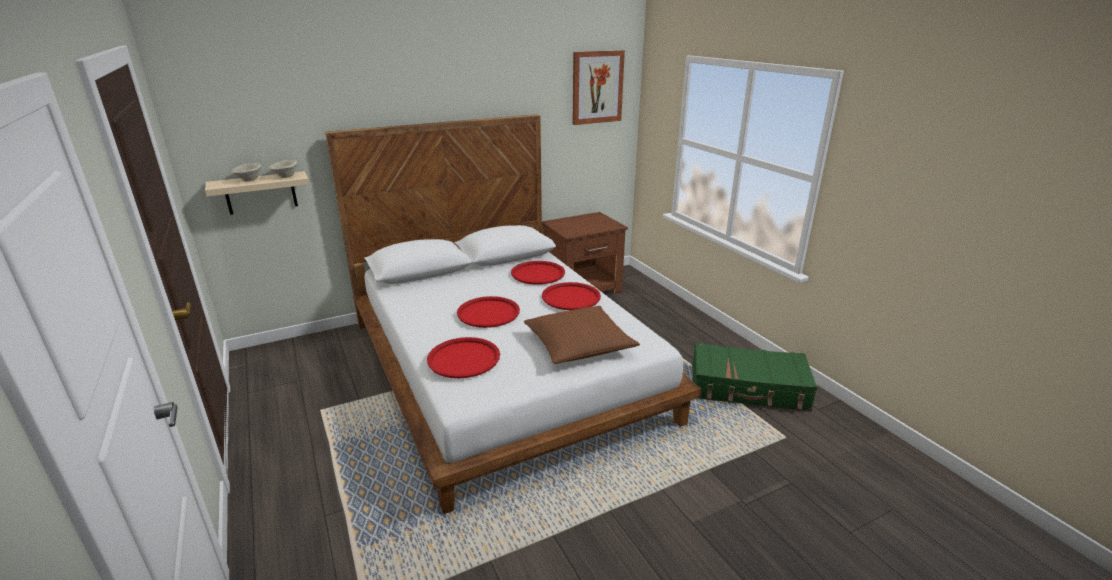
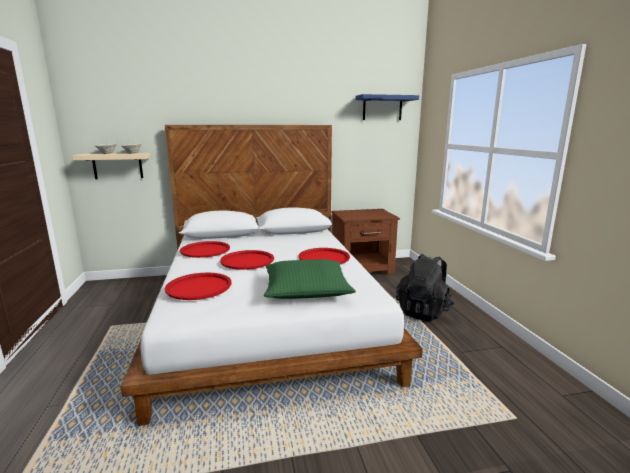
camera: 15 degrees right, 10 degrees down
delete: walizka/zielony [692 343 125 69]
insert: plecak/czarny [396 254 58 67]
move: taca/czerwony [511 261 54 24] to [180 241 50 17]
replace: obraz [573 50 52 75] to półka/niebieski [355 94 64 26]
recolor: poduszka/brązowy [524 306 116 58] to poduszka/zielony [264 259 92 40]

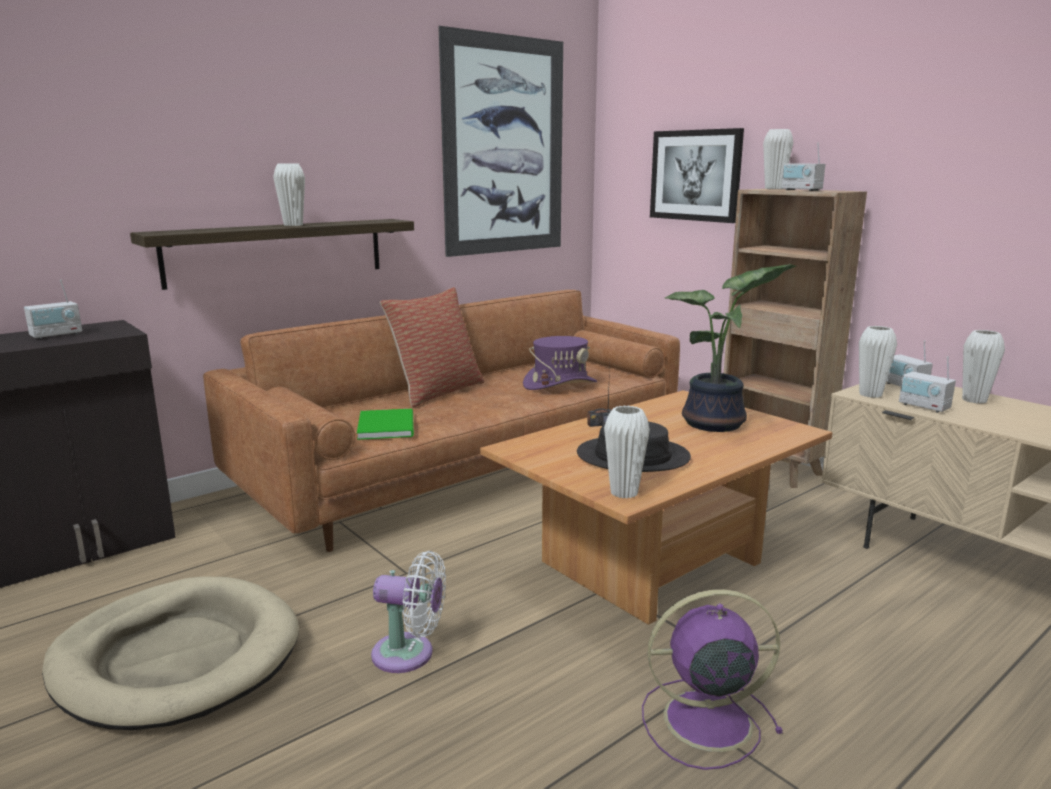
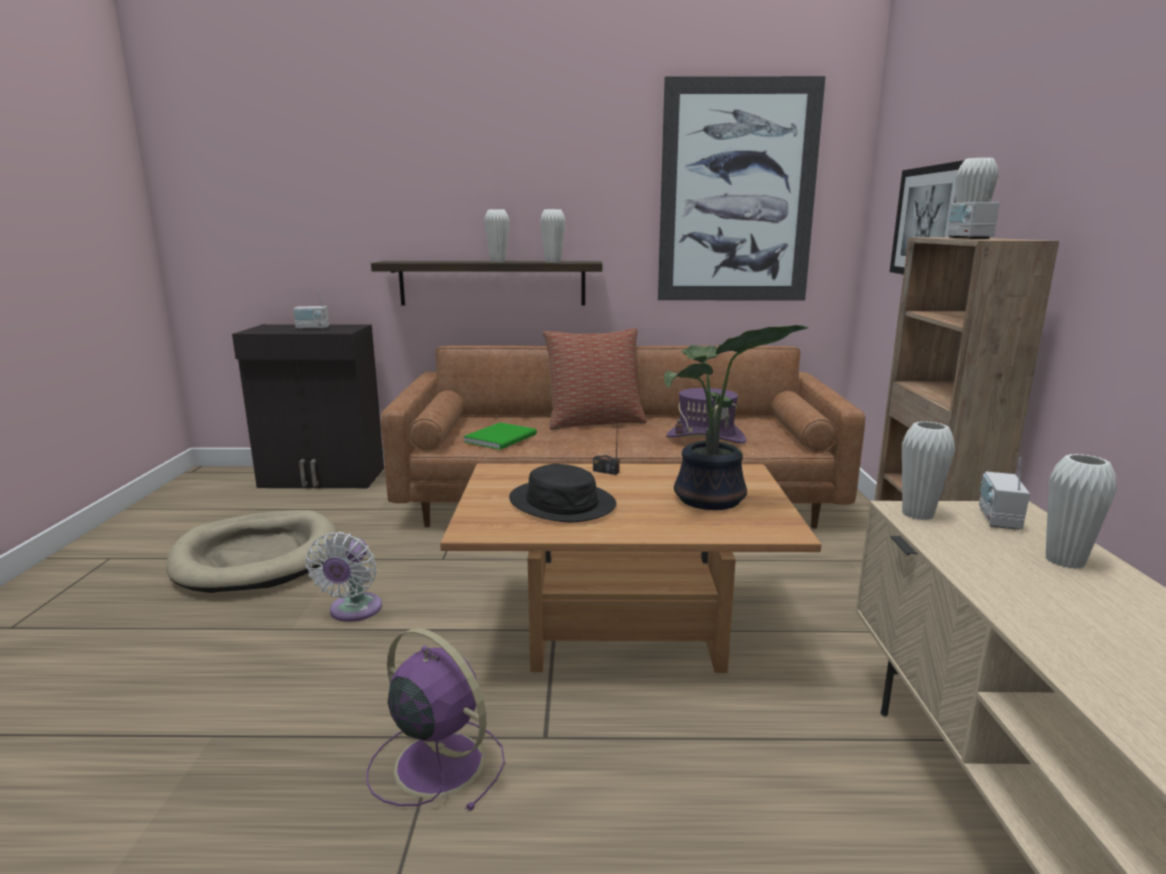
camera: 40 degrees right, 0 degrees up
delete: radio [899 356 57 57]
move: wazon/biały [604 405 46 94] to [540 209 26 53]
rotate: wentylator/biały [371 551 75 122] = [306 532 76 90] 45 degrees clockwise

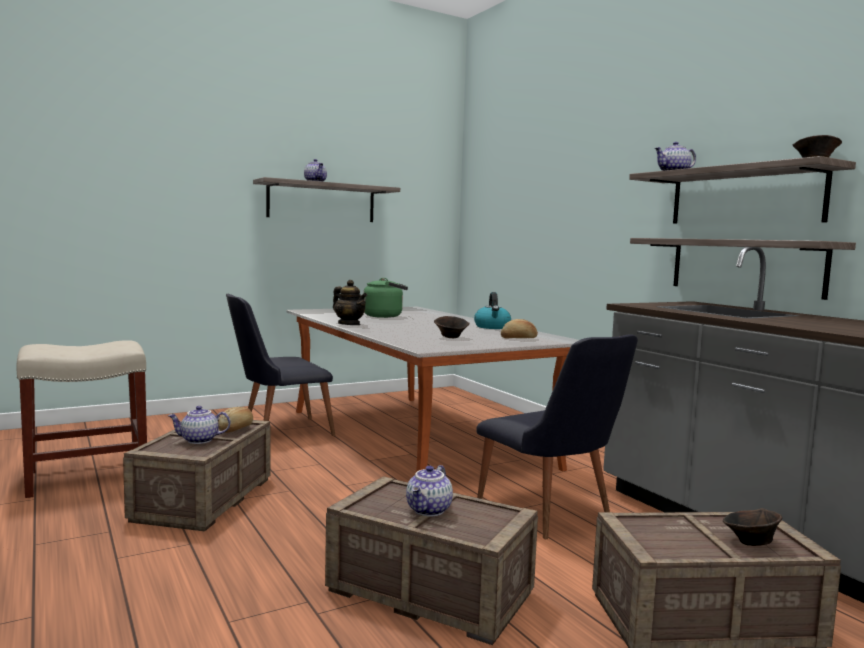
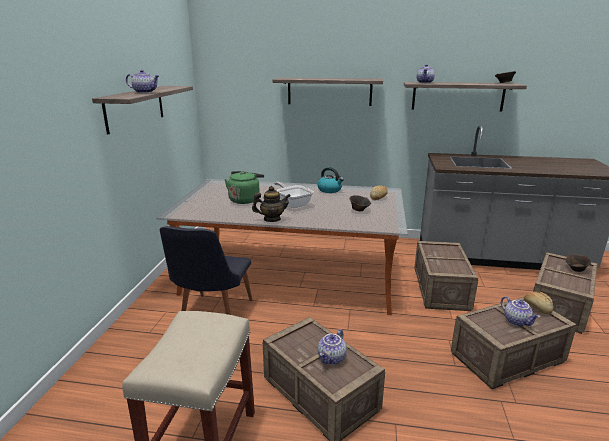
camera: 50 degrees left, 15 degrees up
insert: patelnia [274 182 40 26]
move: chleb [218 407 35 26] to [524 291 30 23]; półka [630 238 226 62] to [273 78 110 28]
replace: krzesło/czarny [476 334 162 205] to skrzynka [414 241 64 70]

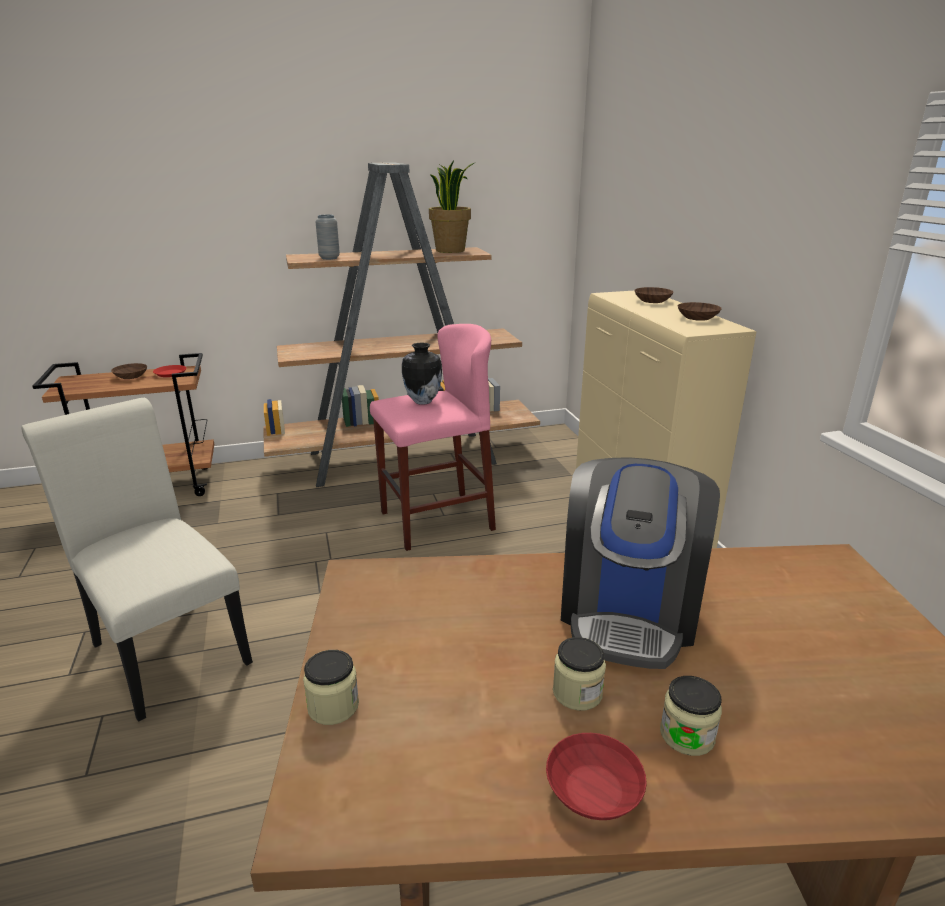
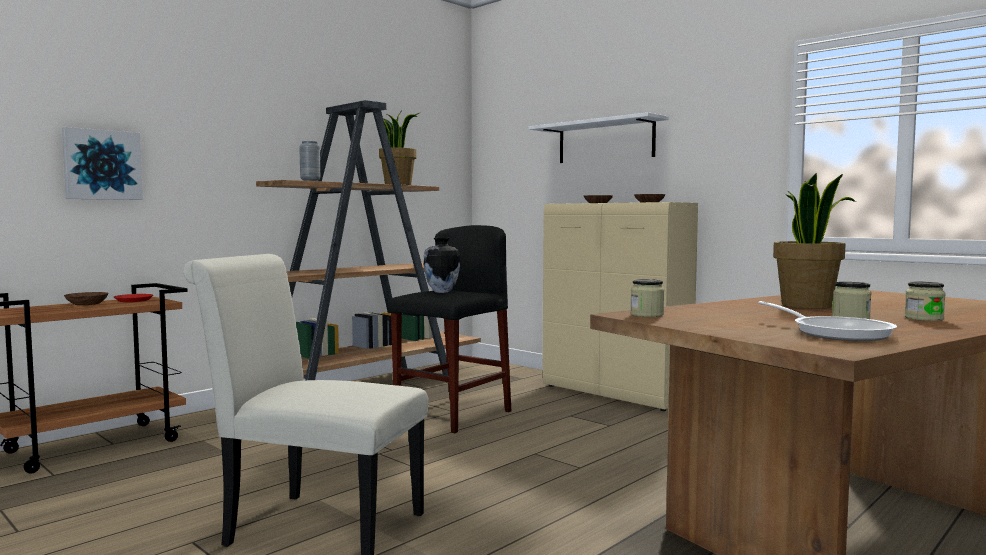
camera: 30 degrees left, 20 degrees down
delete: miska/czerwony [546 733 101 87]
insert: obraz [62 127 81 73]; półka/biały [529 112 140 51]; patelnia [758 301 139 40]
move: słoik [303 650 56 75] to [630 279 34 38]
replace: ekspres do kawy [561 457 159 212] to roślina doniczkowa [773 173 83 136]
recolor: stołek/różowy [370 324 126 227] to stołek/czarny [388 225 123 208]

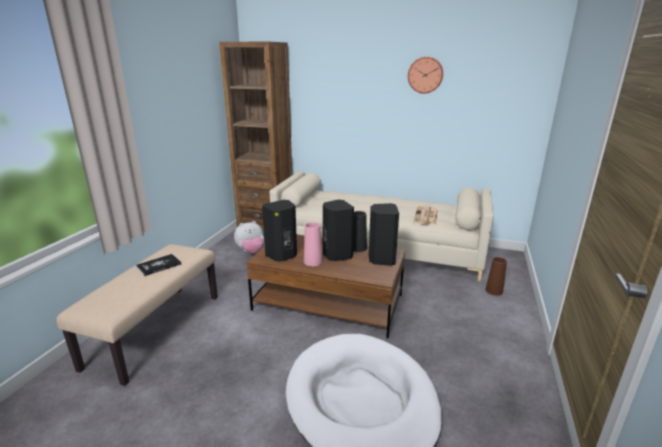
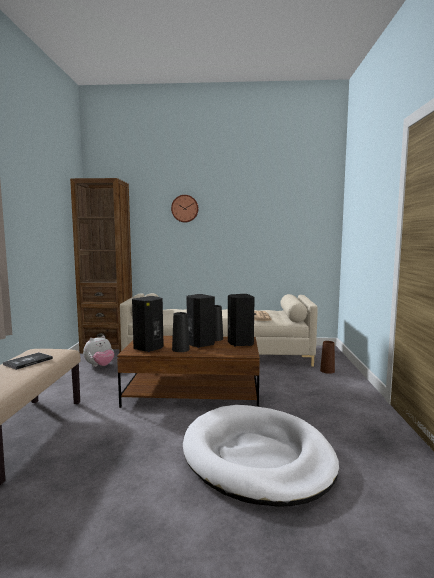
camera: 15 degrees left, 15 degrees down
move: zegar ścienny [408 57 35 37] to [171 195 28 27]
recolor: wazon/różowy [304 222 19 44] to wazon/czarny [172 312 18 40]

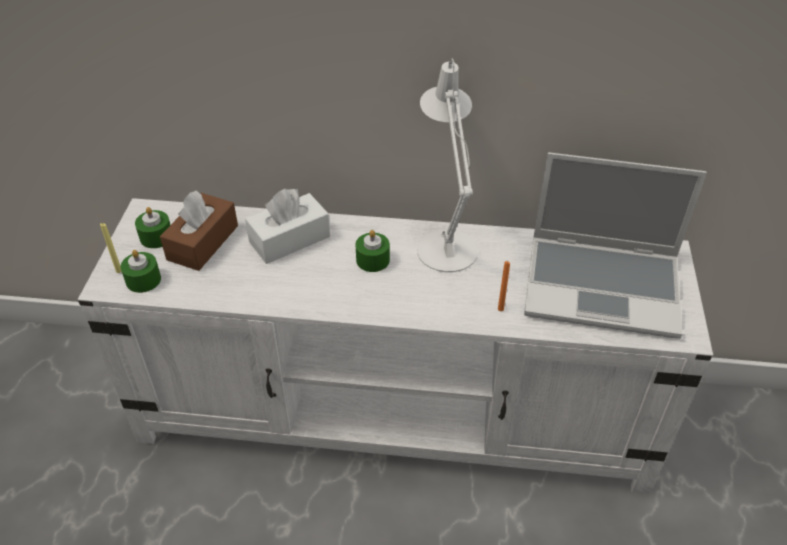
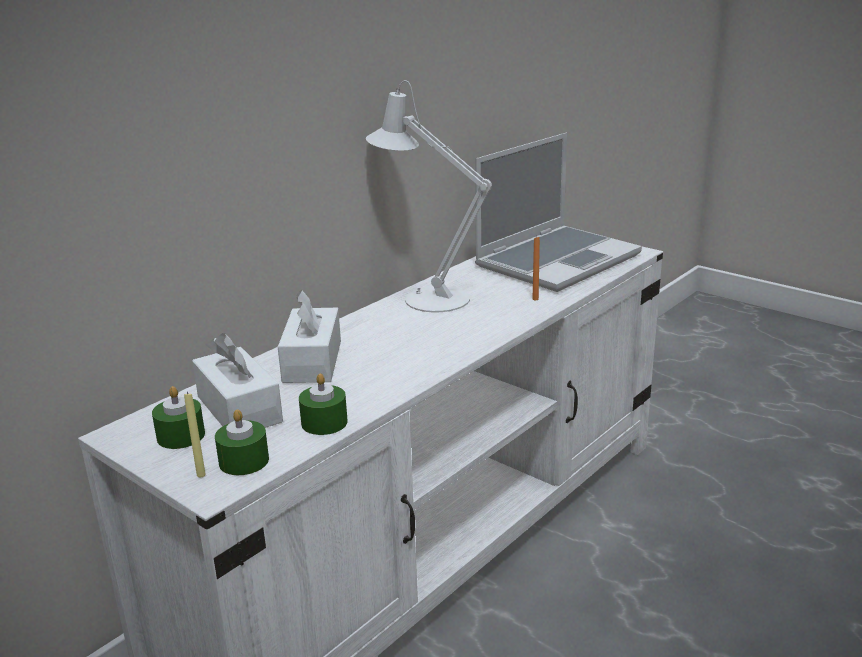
camera: 55 degrees left, 20 degrees down
move: świeca/zielony [356 230 34 42] to [299 373 49 62]
recolor: pudełko chusteczek/brązowy [160 190 78 81] to pudełko chusteczek/biały [192 333 91 95]

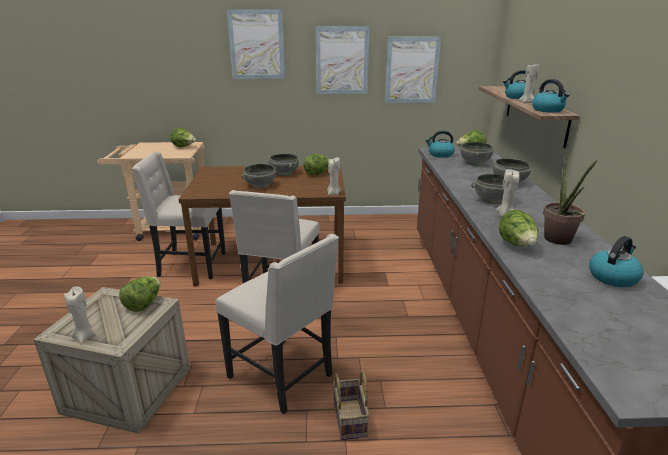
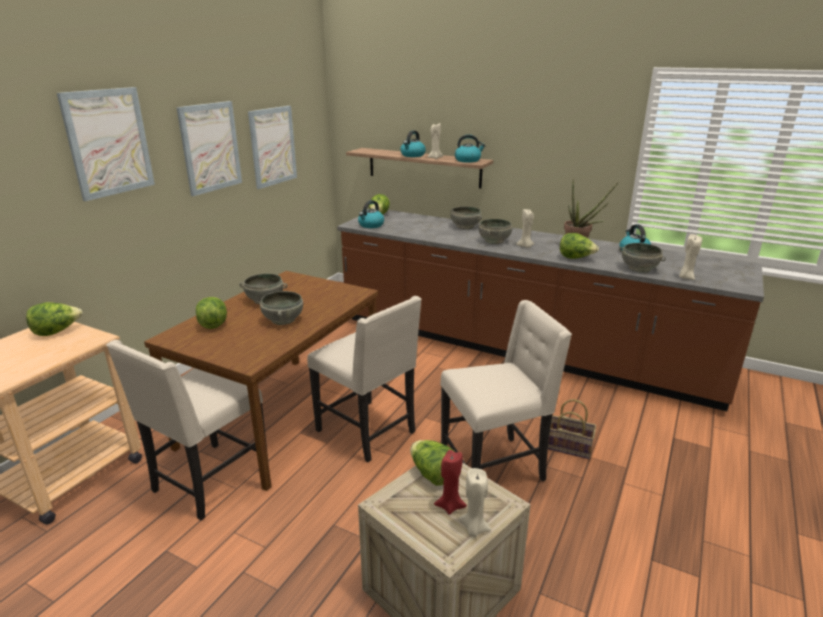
camera: 60 degrees left, 0 degrees up
insert: świeca/czerwony [434 450 33 65]
move: sałata [303 154 26 21] to [196 297 31 32]; świeca/beżowy [327 157 14 38] to [679 234 23 46]; miska/szary [461 142 33 24] to [619 243 47 29]

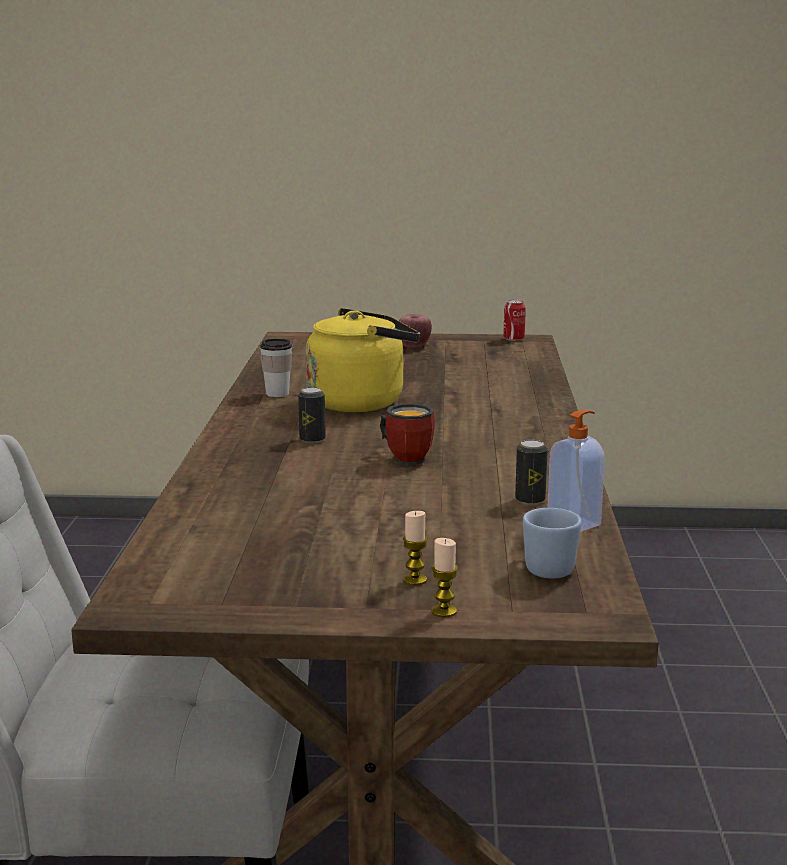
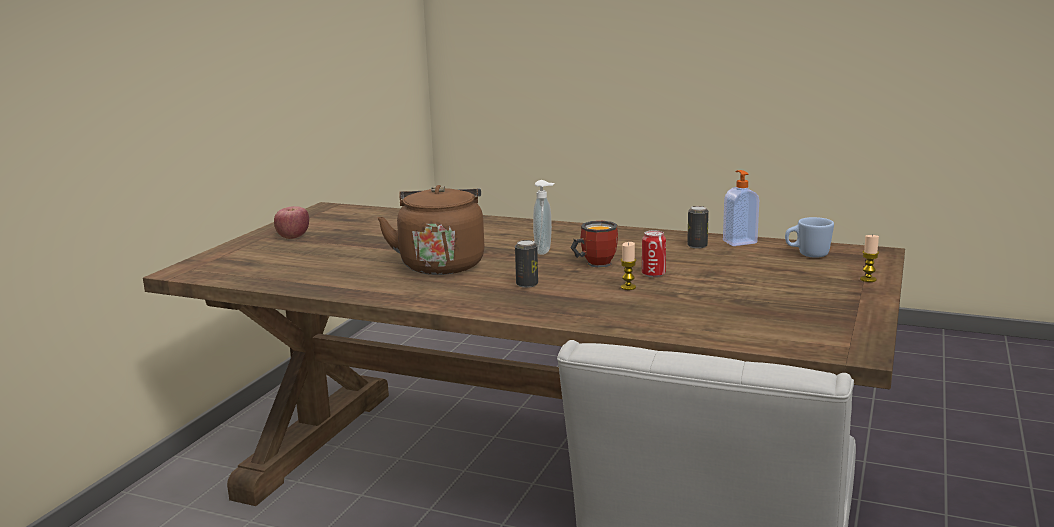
camera: 70 degrees left, 0 degrees up
delete: filiżanka [260 338 32 59]
insert: dozownik mydła [533 180 21 75]
move: świeca [403 511 25 75] to [621 242 15 48]; puszka [503 300 23 41] to [642 230 24 47]
recolor: czajnik/żółty [305 308 115 104] to czajnik/brązowy [377 185 108 90]

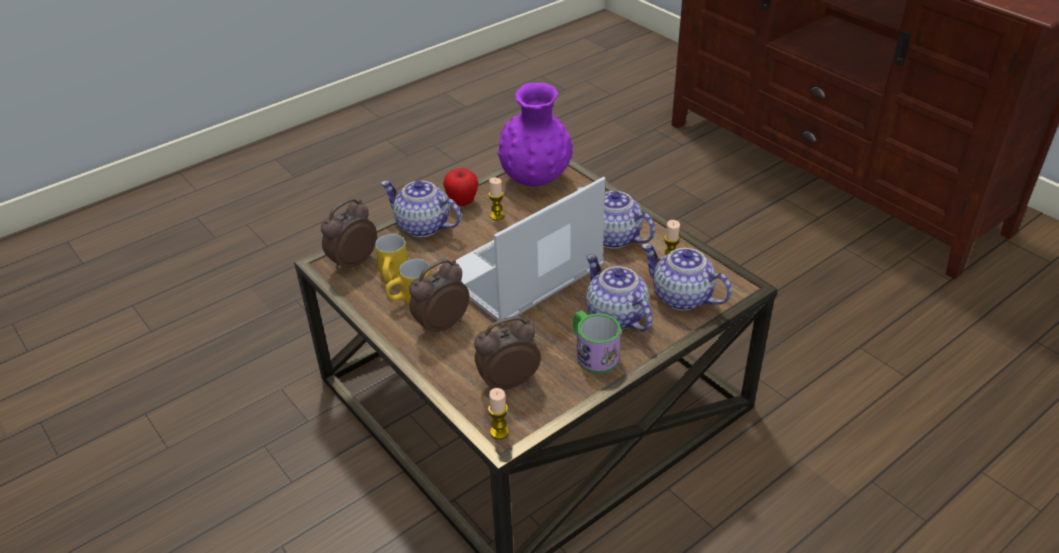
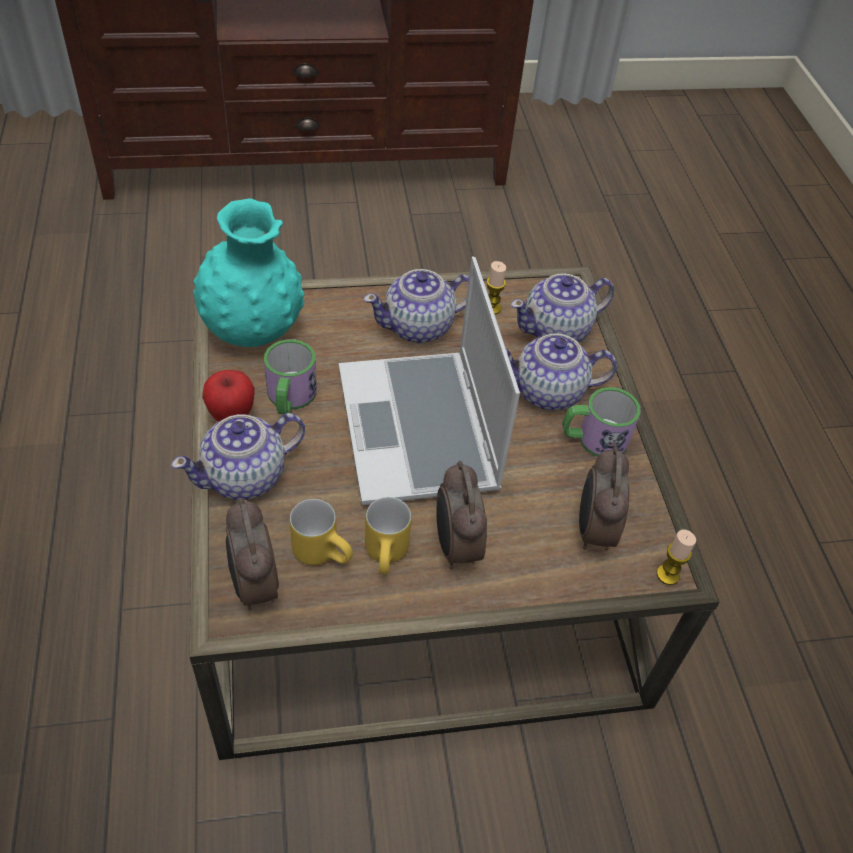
camera: 65 degrees left, 10 degrees up
replace: świeca [489 178 16 42] to kubek [264 339 53 75]
recolor: wazon/fioletowy [498 83 75 104] to wazon/turkusowy [193 198 112 149]

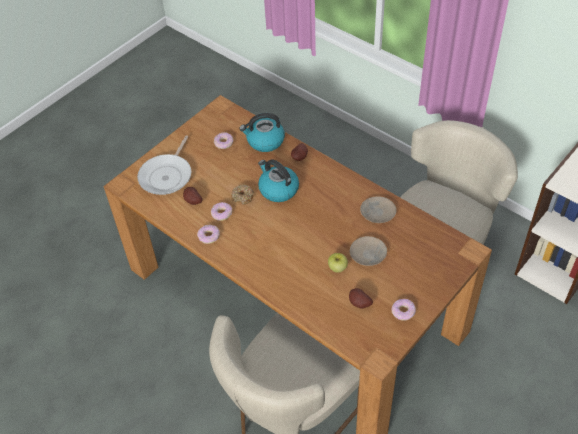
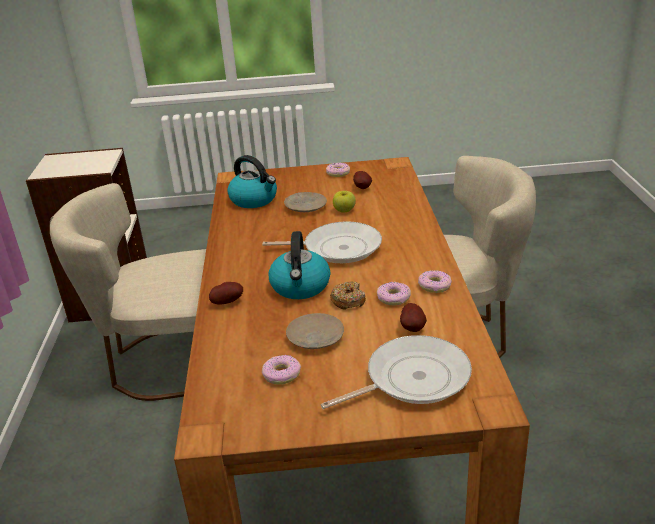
camera: 135 degrees left, 20 degrees down
insert: patelnia [263 221 119 42]
move: czajnik [239 113 46 39] to [227 155 50 53]; talerz/beżowy [360 196 36 27] to [286 313 58 36]

